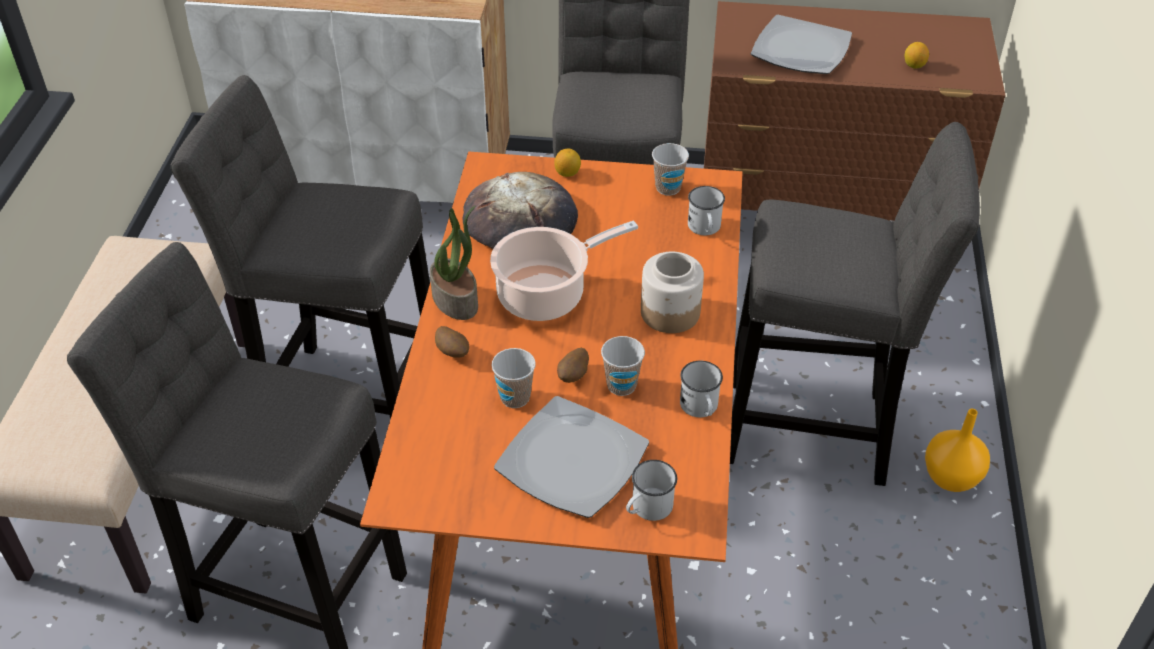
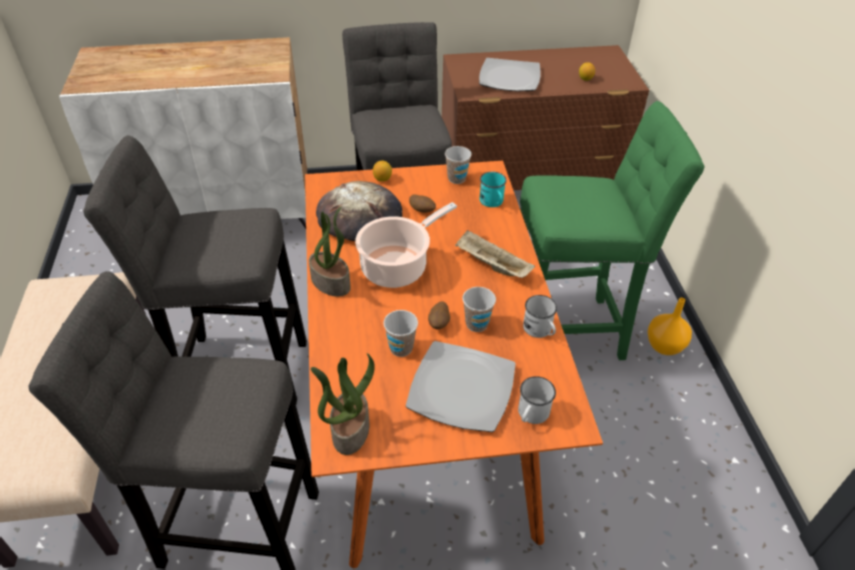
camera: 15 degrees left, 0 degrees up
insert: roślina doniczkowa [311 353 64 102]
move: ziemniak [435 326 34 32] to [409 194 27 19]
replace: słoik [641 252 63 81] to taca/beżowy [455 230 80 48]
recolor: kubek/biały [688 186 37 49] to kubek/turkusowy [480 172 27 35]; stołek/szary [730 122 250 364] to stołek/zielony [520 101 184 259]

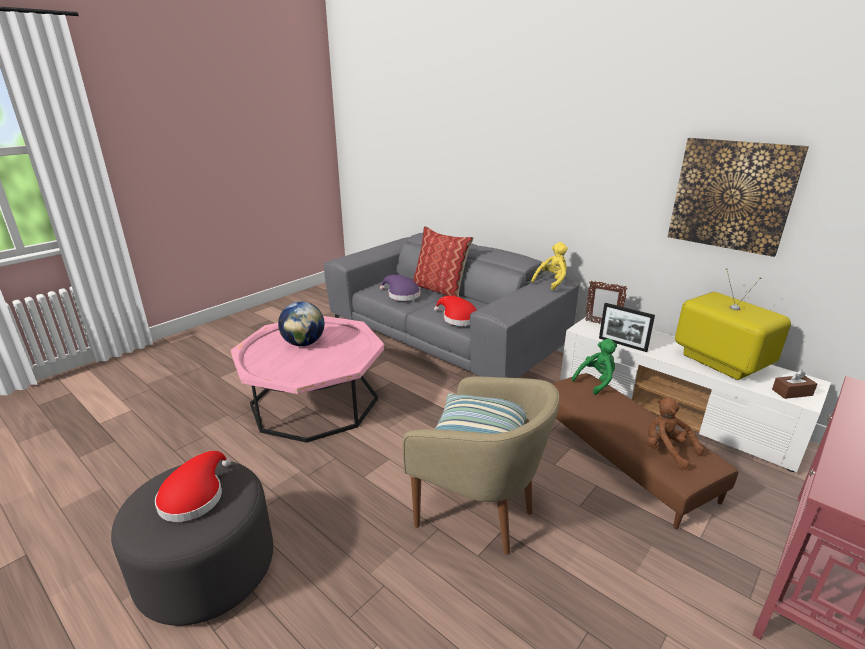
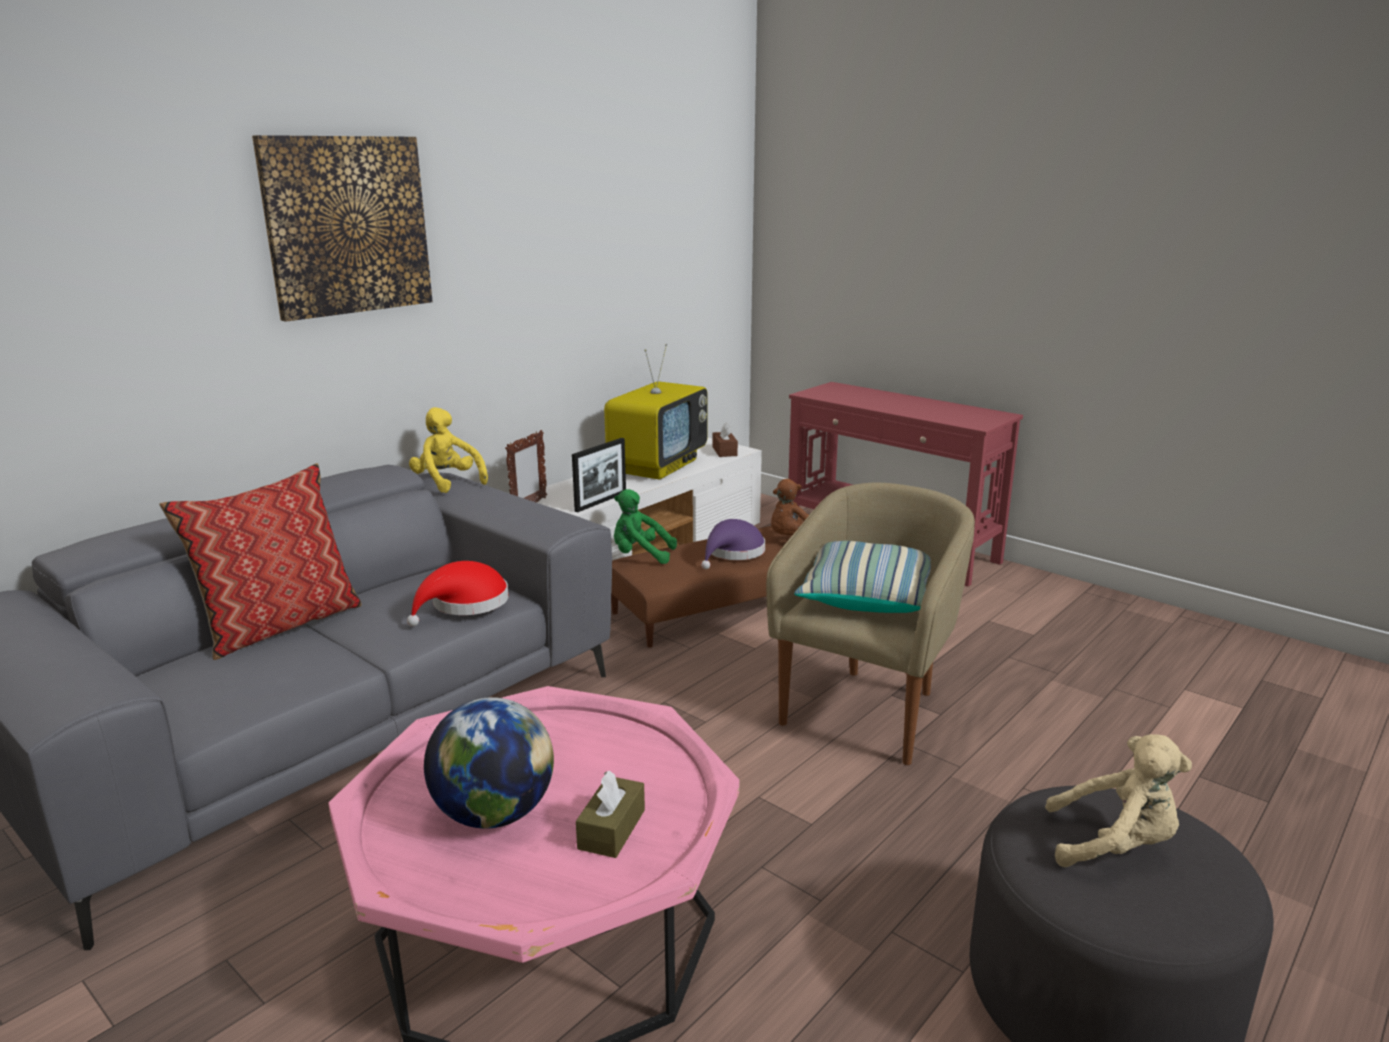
camera: 90 degrees left, 5 degrees down
insert: pudełko chusteczek/brązowy [576 771 69 87]
move: kapelusz/fioletowy [380 275 40 26] to [701 519 64 50]; obraz [668 138 141 119] to [252 135 181 187]
replace: kapelusz/czerwony [155 451 76 71] to pluszak/beżowy [1045 734 147 133]
rotate: pluszak/zielony [572 339 45 56] = [614 489 63 75] 45 degrees counterclockwise; telewizor [675 268 116 112] = [604 344 104 135] 150 degrees clockwise

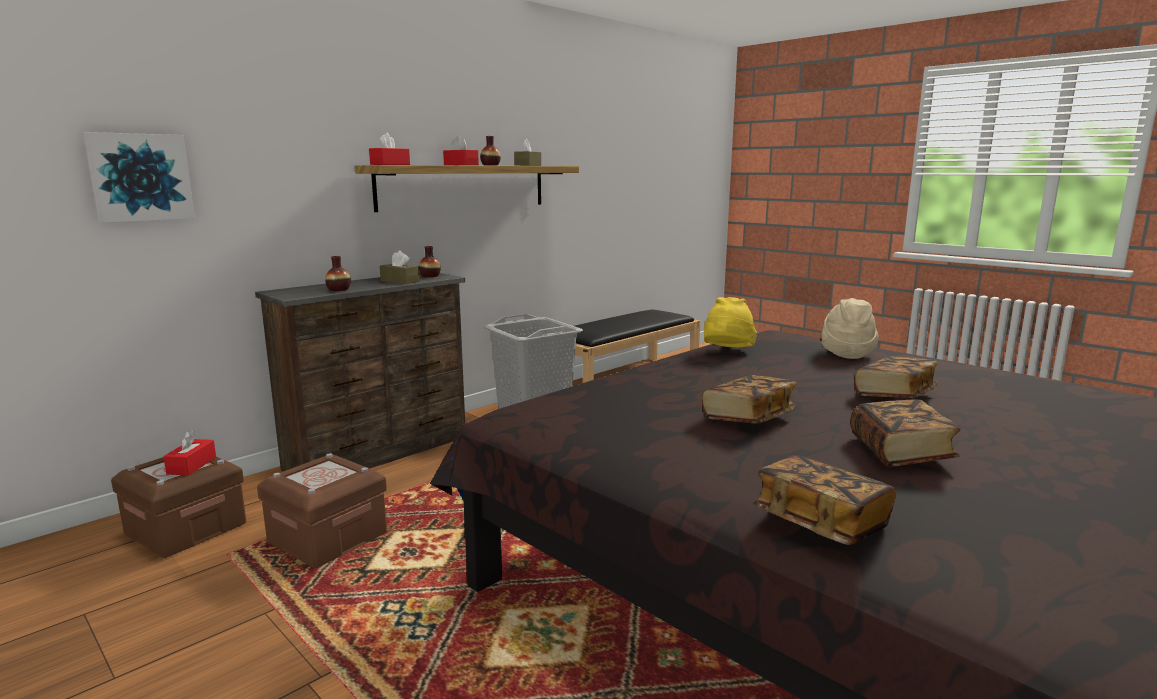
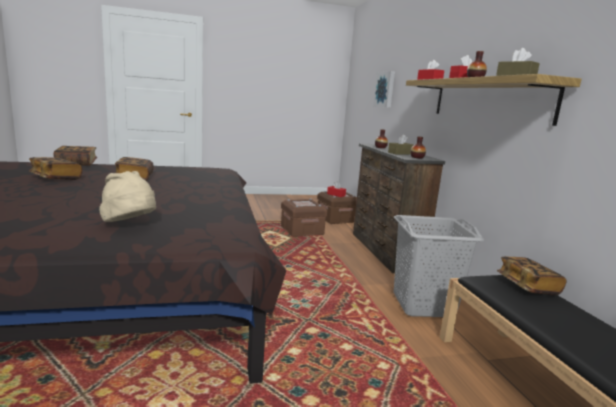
camera: 120 degrees right, 0 degrees up
delete: kapelusz/żółty [704 297 53 51]
move: książka [854 356 84 42] to [497 256 69 39]

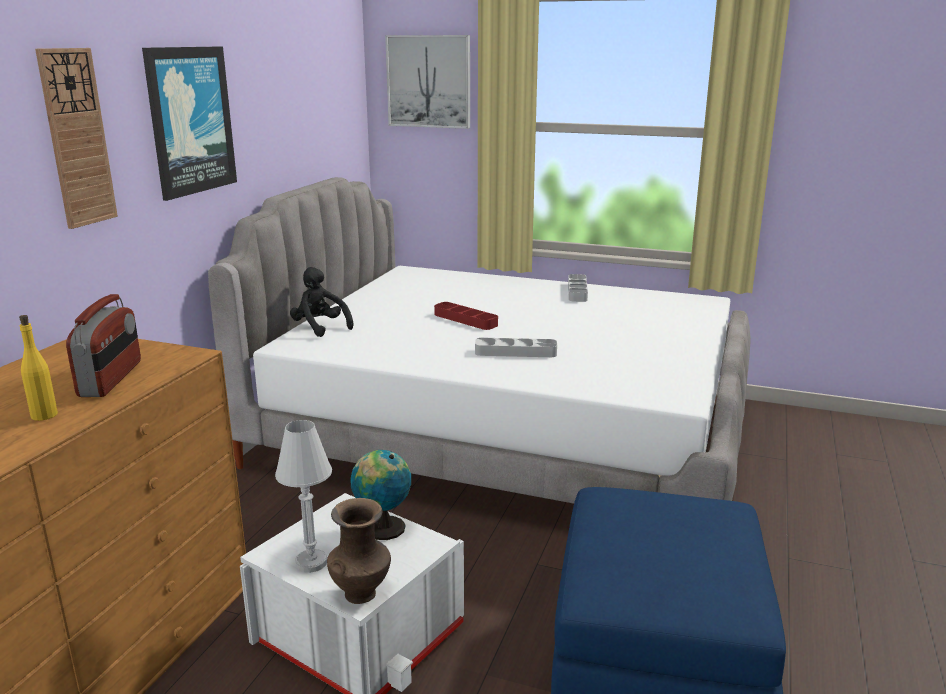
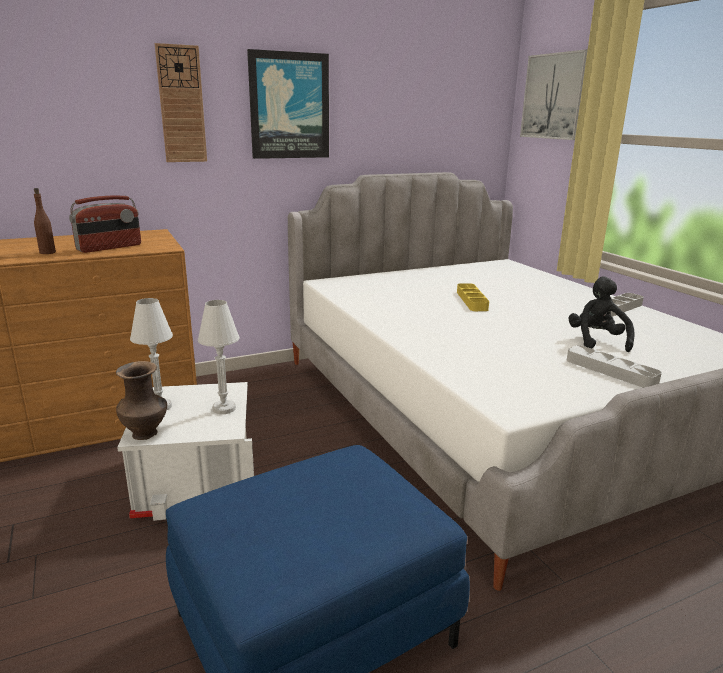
camera: 45 degrees right, 0 degrees up
move: pluszak/czarny [290 267 64 70] to [568 276 67 76]; taca/szary [475 338 82 19] to [567 345 95 43]
replace: globus [350 450 61 90] to lampa stołowa/biały [198 300 42 114]
recolor: butelka/żółty [19 315 39 106] to butelka/brązowy [34 188 22 66]; taca/czerwony [434 302 64 28] to taca/żółty [457 283 32 28]

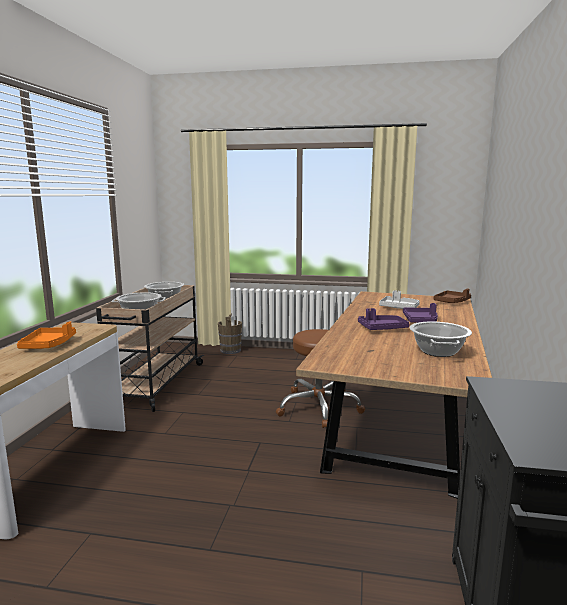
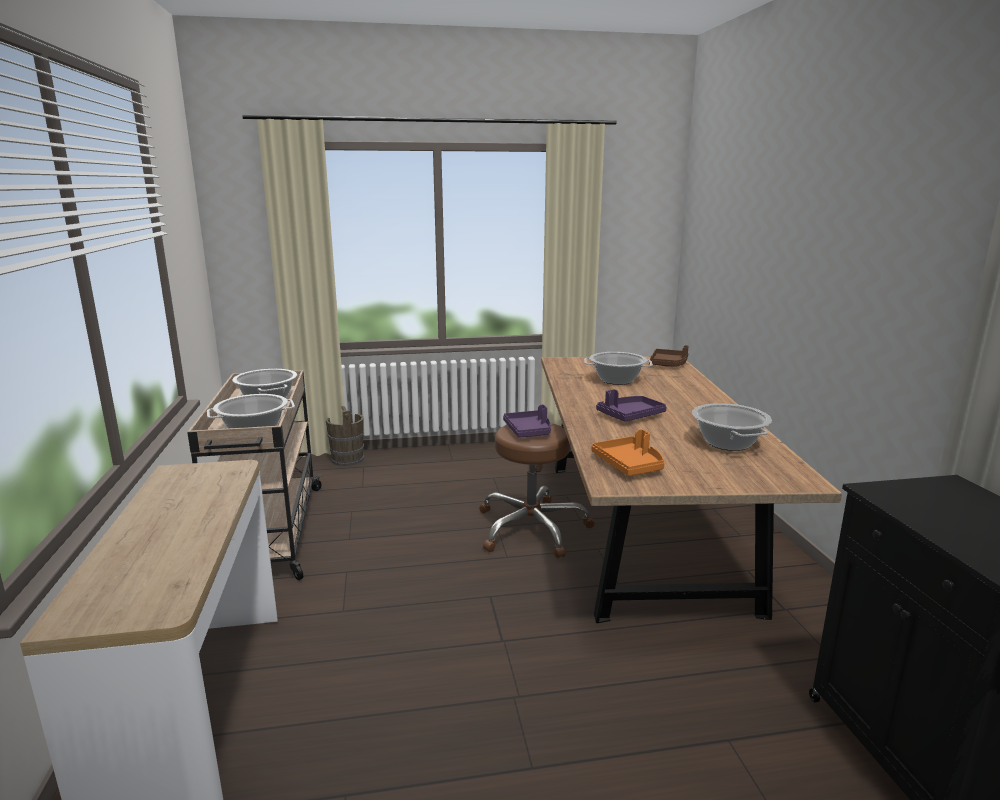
camera: 20 degrees left, 5 degrees up
move: taca/pomarańczowy [17 321 59 28] to [591 429 74 47]; taca/fioletowy [403 303 35 20] to [503 404 48 33]
replace: taca/szary [379 290 41 19] to garnek [584 352 69 33]

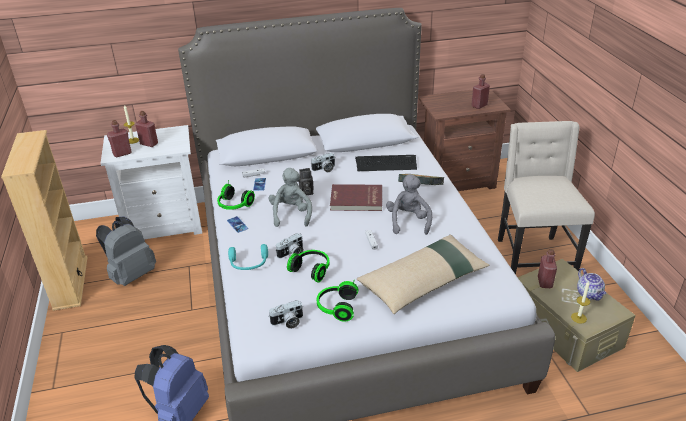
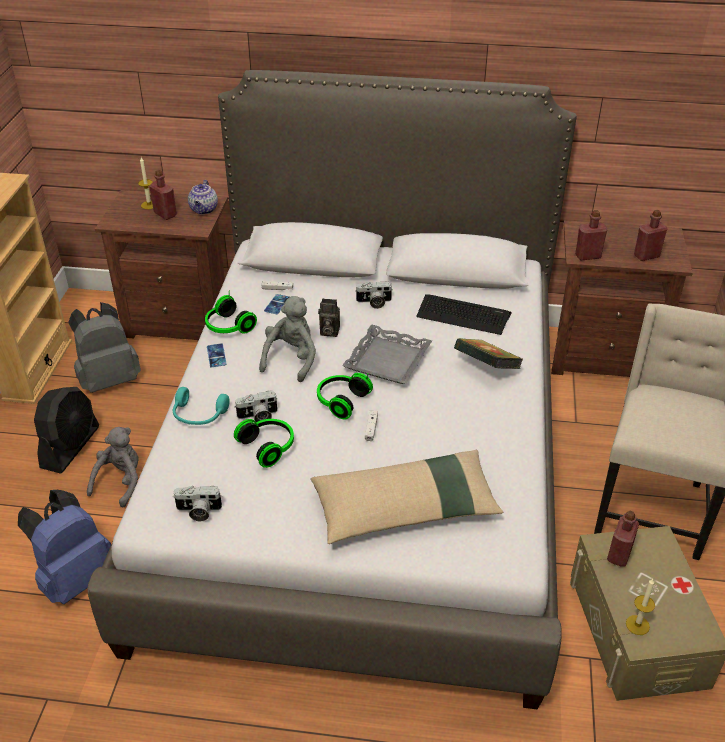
camera: 20 degrees right, 5 degrees up
insert: wentylator/czarny [34 387 65 87]
move: butelka/czerwony [107 120 25 37] to [575 210 32 51]; słuchawki [317 281 41 41] to [317 373 56 46]; pluszak/szary [386 174 46 61] to [87 427 52 81]; imbryk [577 268 29 33] to [188 180 30 35]
replace: książka/czerwony [330 184 52 27] to taca/szary [342 324 90 60]
recolor: szafka nocna/biały [100 125 102 114] to szafka nocna/brązowy [95 190 133 150]

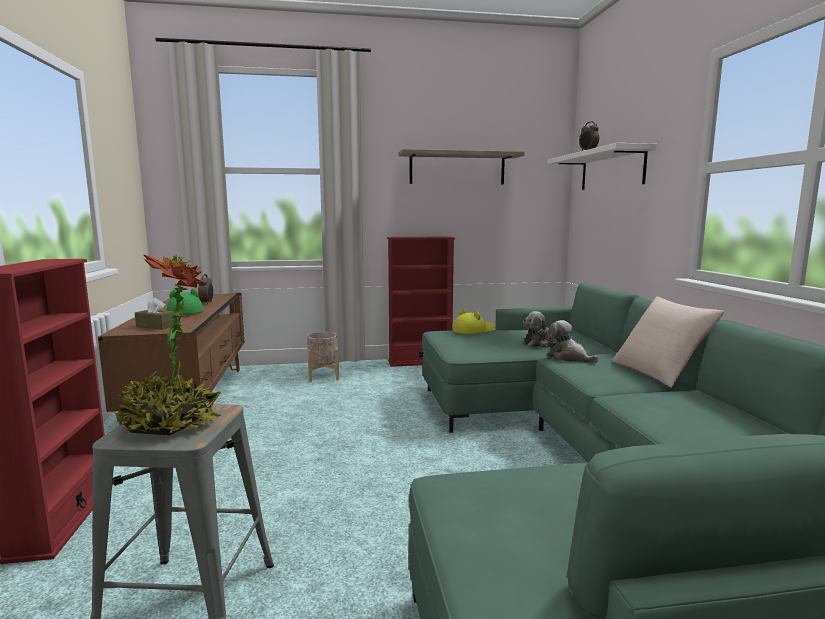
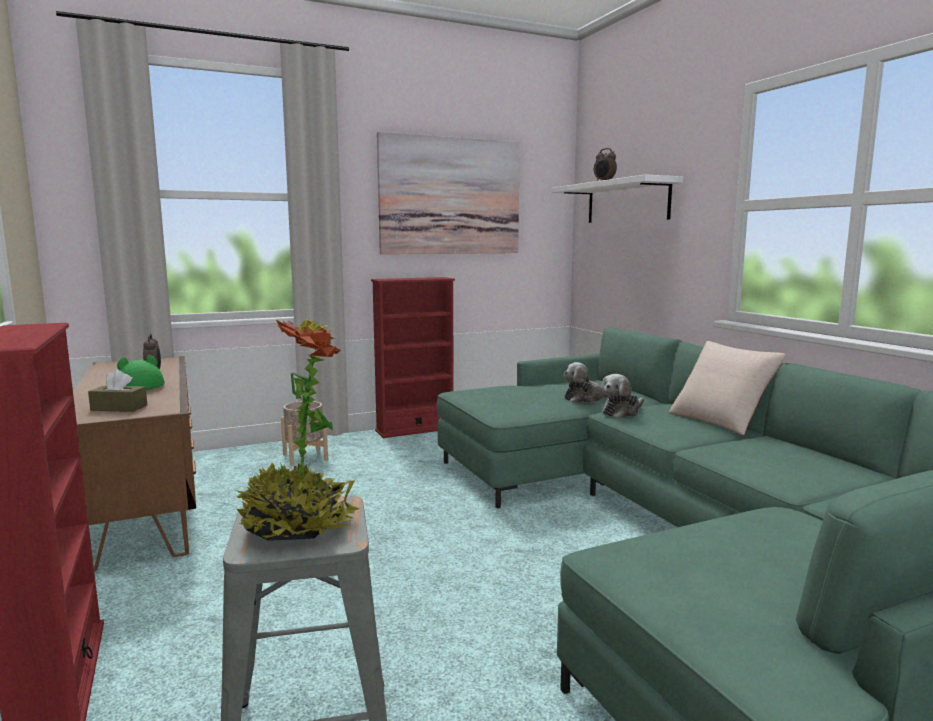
camera: 15 degrees left, 0 degrees up
delete: kapelusz/żółty [452 309 43 25]
replace: półka [398 149 127 36] to obraz [377 132 143 122]
rotate: pluszak [546 320 52 43] = [601 374 43 44] 75 degrees counterclockwise

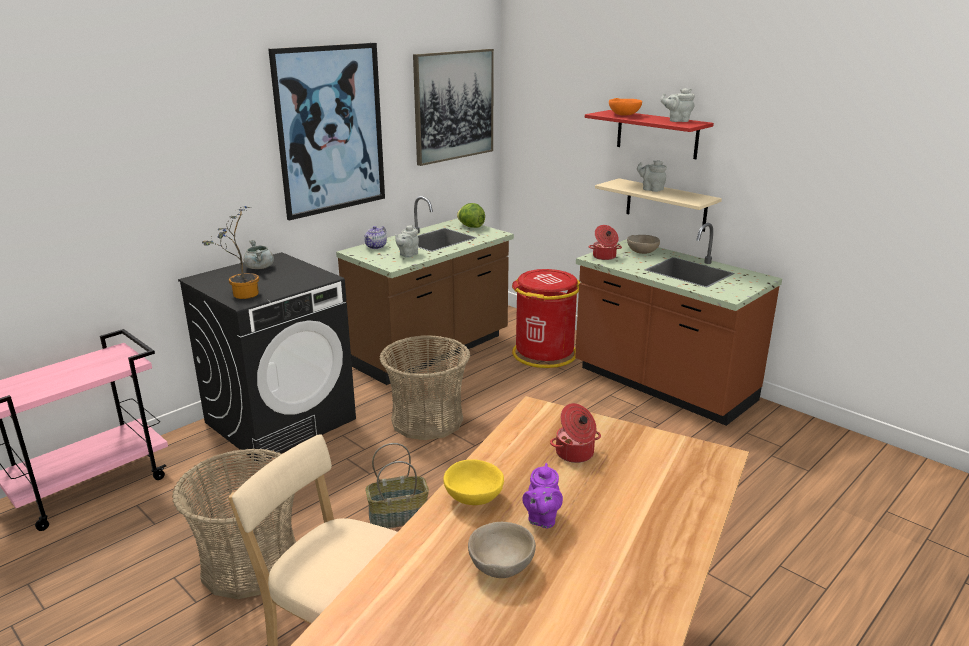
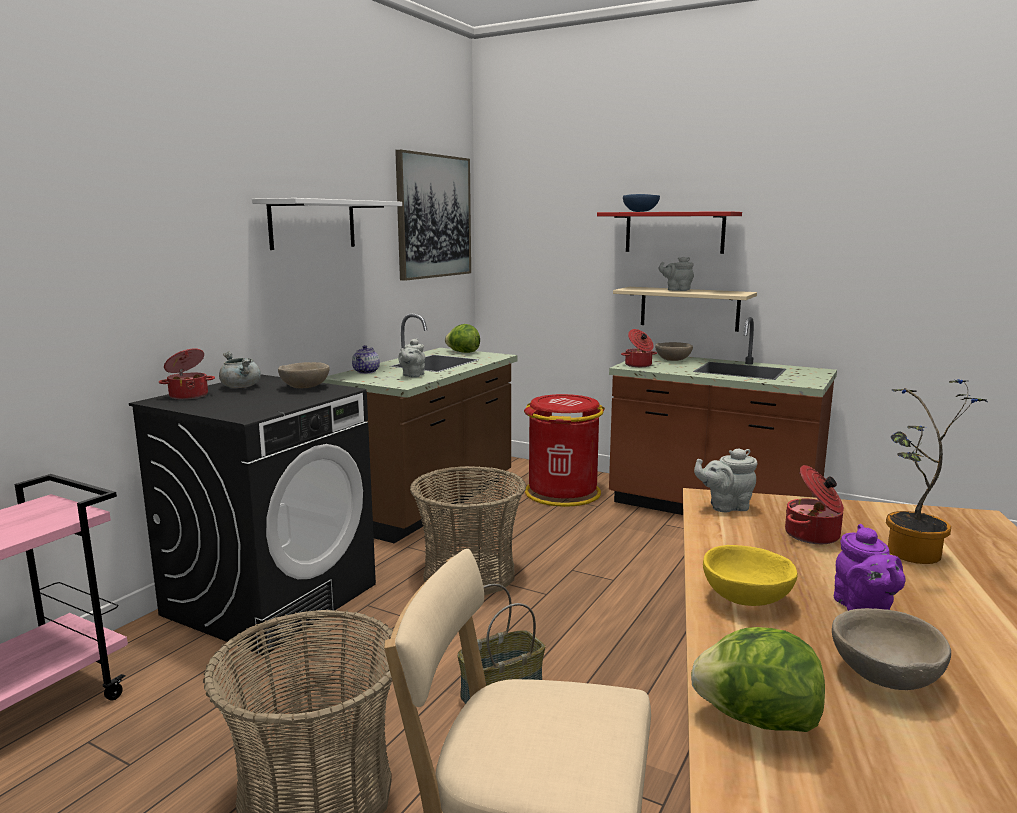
camera: 15 degrees left, 10 degrees down
insert: garnek [159 348 56 52]; miska/beżowy [278 362 52 26]; sałata [691 627 134 105]
move: roślina doniczkowa [202 206 57 93] to [886 379 102 185]; imbryk/szary [660 88 35 34] to [694 448 63 64]
replace: obraz [268 43 117 178] to półka/biały [252 198 150 52]
recolor: miska/pomarańczowy [609 98 33 18] to miska/niebieski [623 194 37 18]

